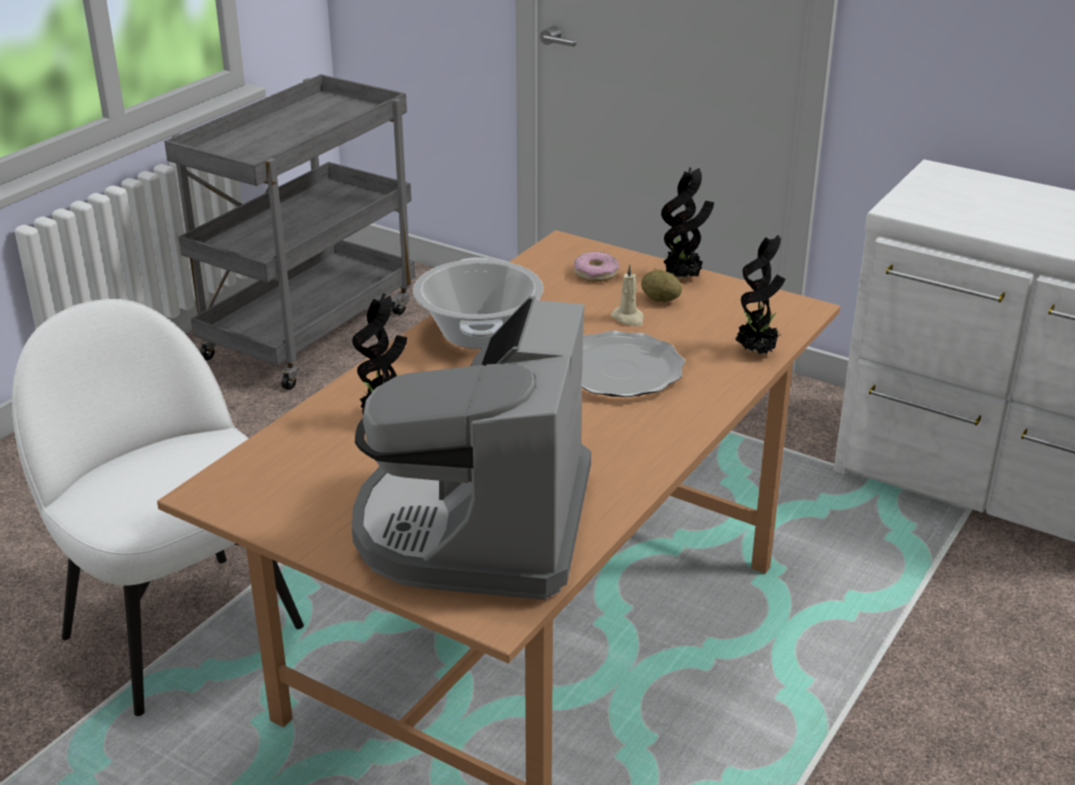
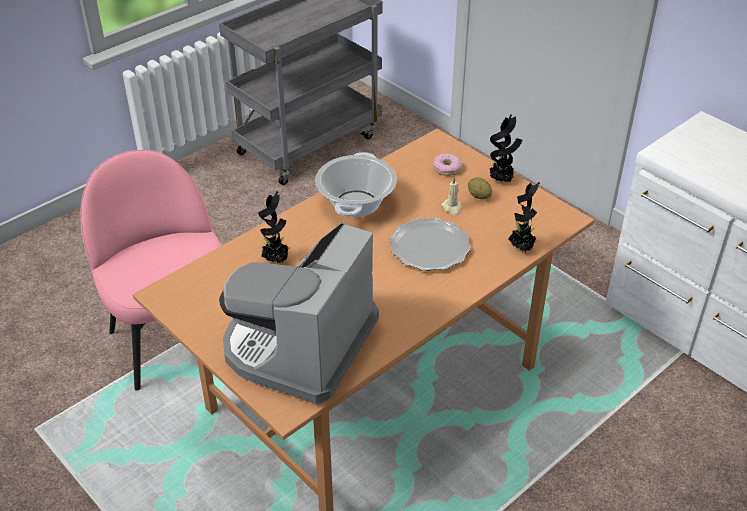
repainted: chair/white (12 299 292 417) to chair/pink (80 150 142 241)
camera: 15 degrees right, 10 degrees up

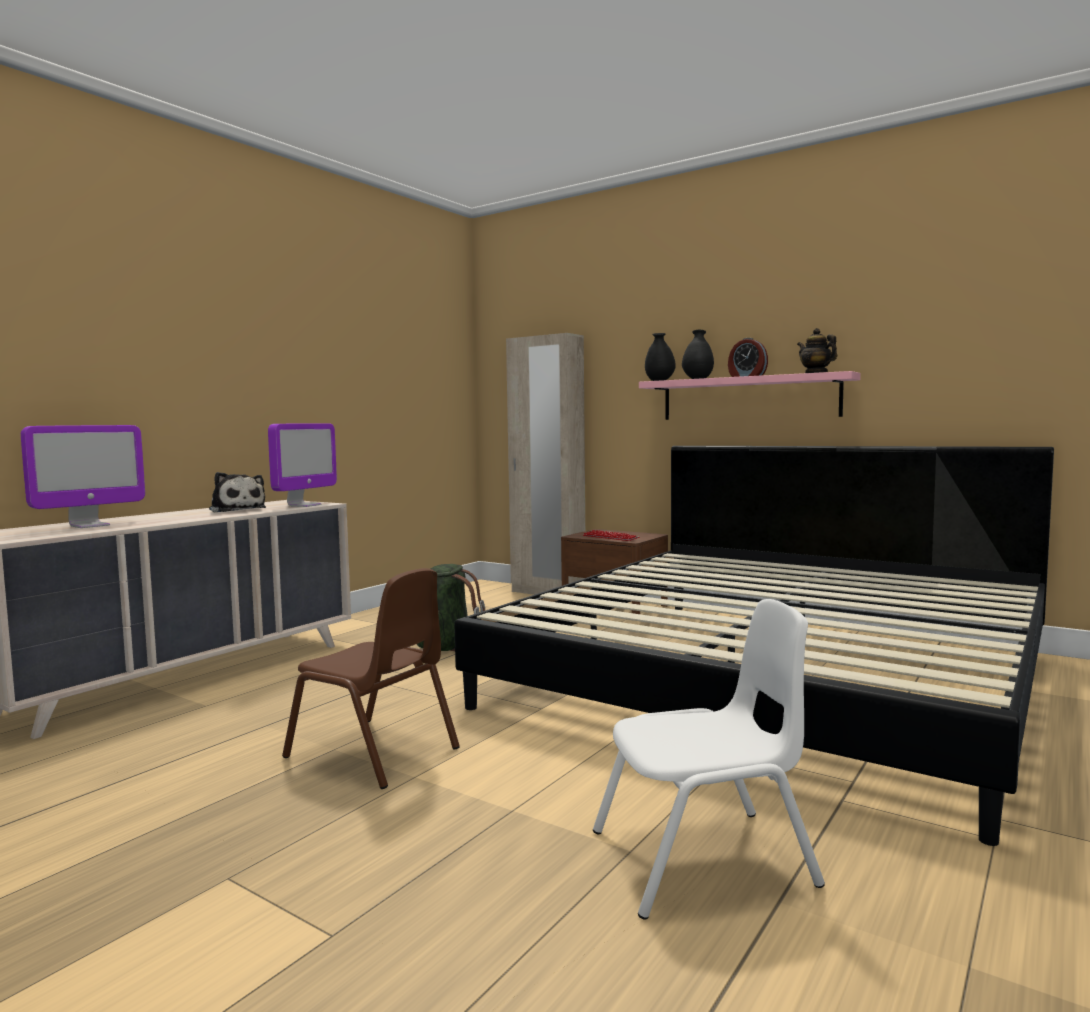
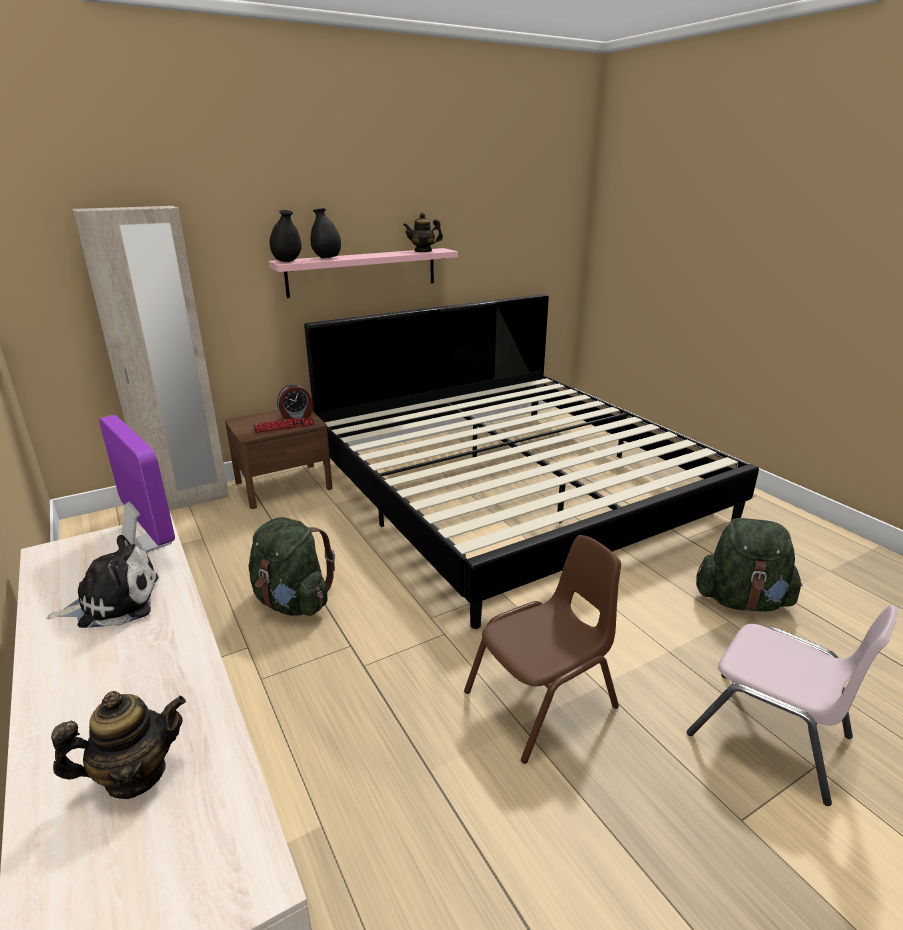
new: chair/pink (687 605 212 201)
shifted: alarm clock (728 338 40 39) to (277 384 36 36)
swapped: monitor (21 425 124 103) to teapot (51 691 135 108); chair/white (593 599 232 321) to backpack/green (696 518 107 94)
camera: 65 degrees left, 20 degrees up

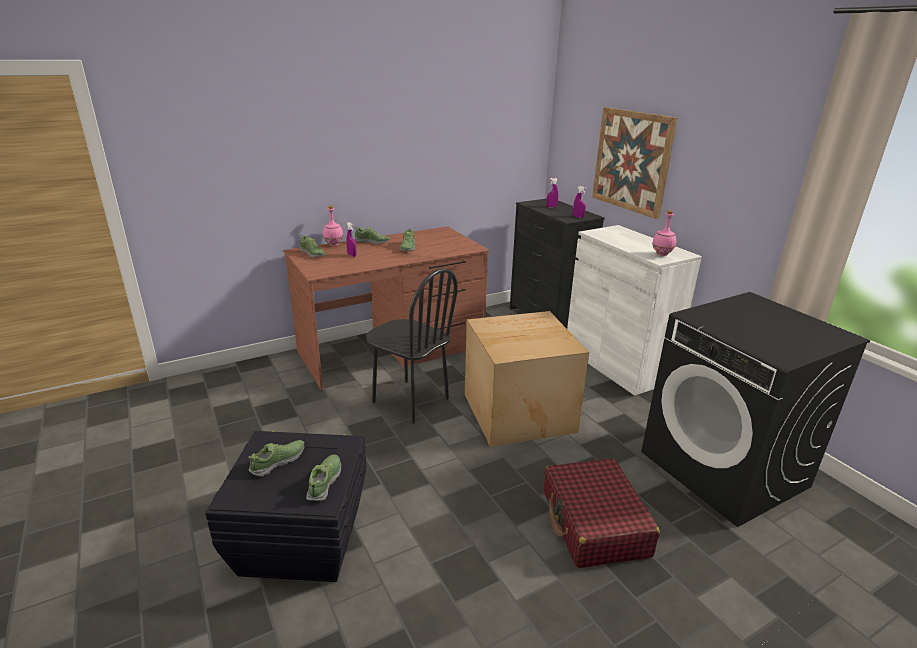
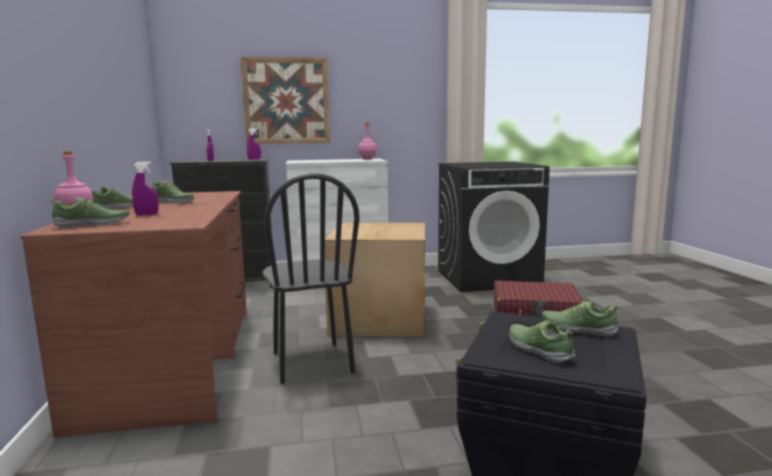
rotated: chair/black (366 268 92 156) = (263 173 97 211) 105 degrees clockwise
camera: 70 degrees left, 15 degrees down

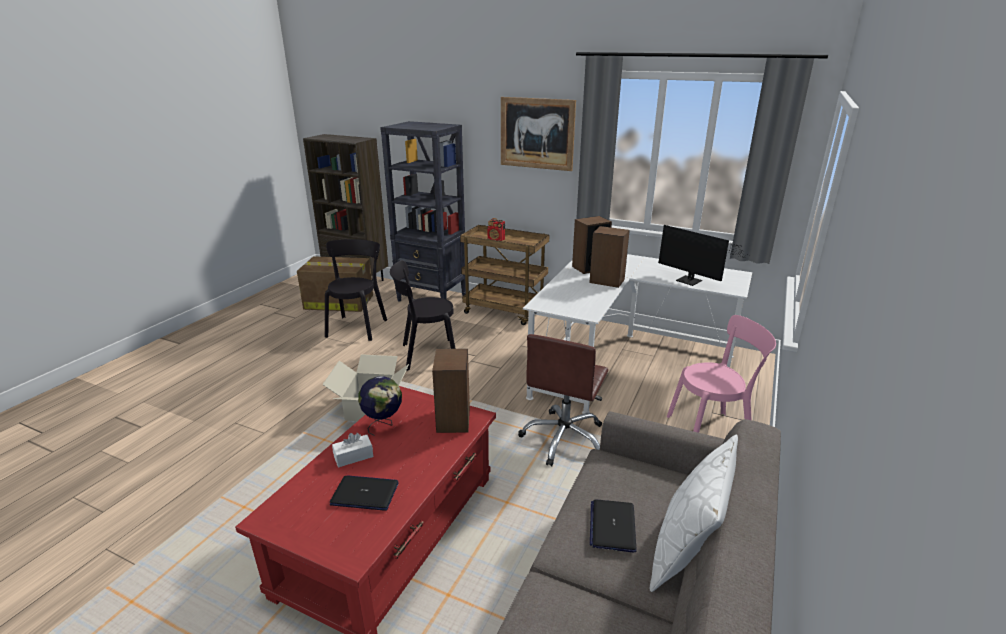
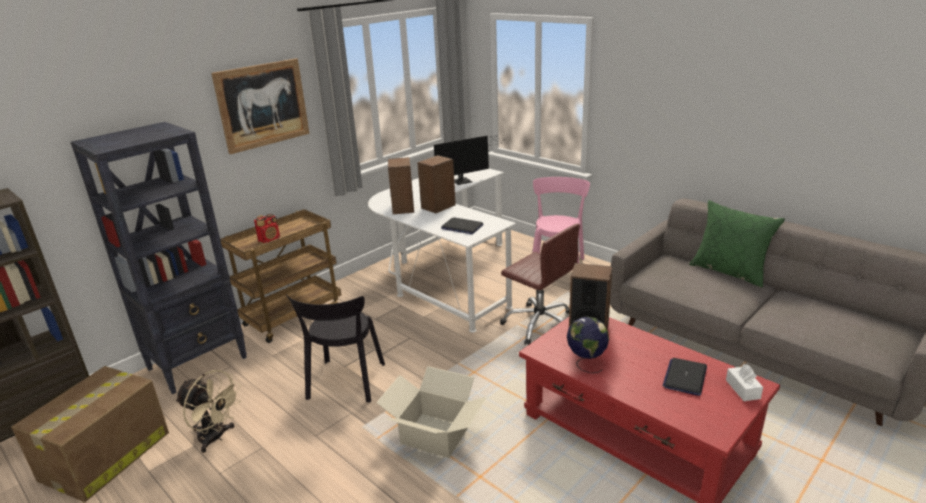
shifted: tissue box/white (332 433 41 34) to (726 364 37 37); laptop (590 499 47 53) to (441 217 43 17)
swapped: chair/black (325 239 62 102) to fan/beige (175 370 66 83)
repainted: pillow/white (650 435 88 157) to pillow/green (689 200 96 88)
camera: 70 degrees left, 0 degrees up

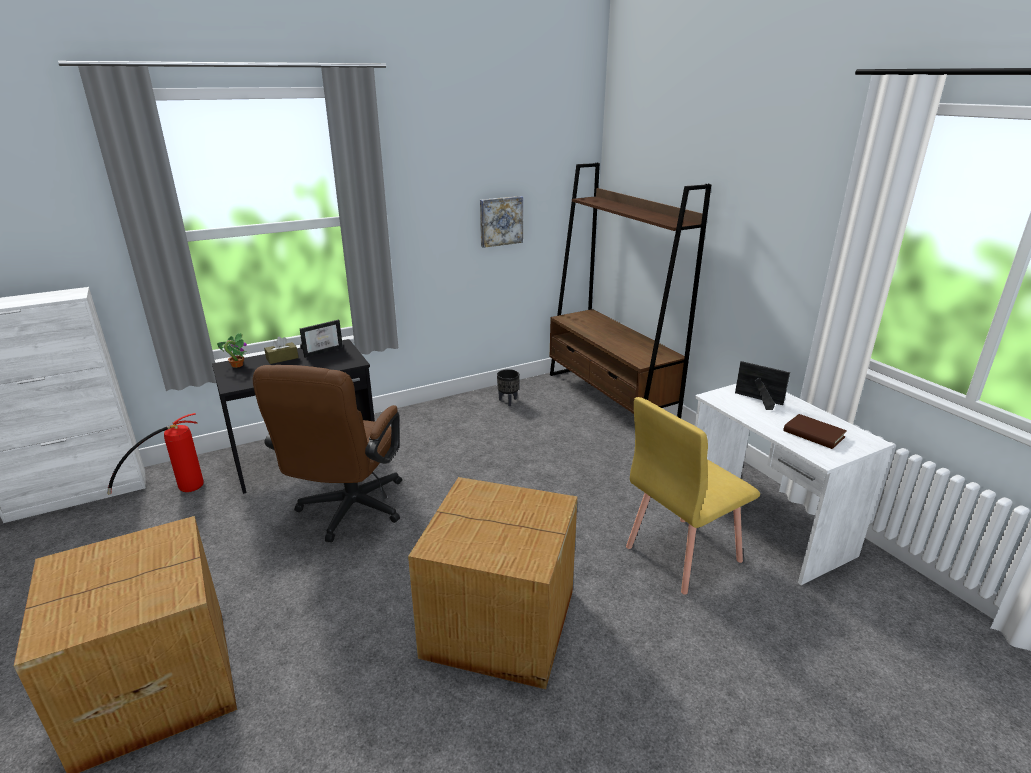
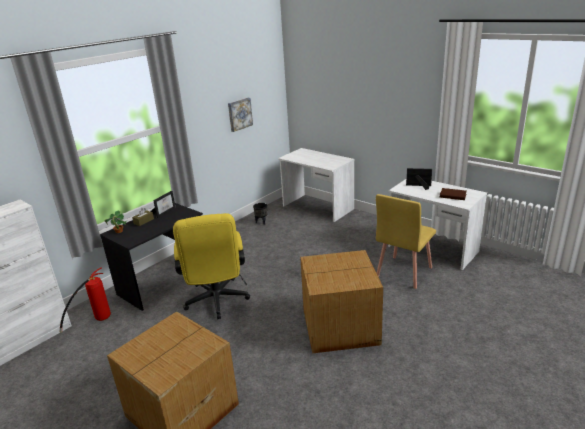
swapped: bookcase/brown (549 163 162 255) to desk/white (278 148 76 74)
repainted: office chair/brown (253 365 149 177) to office chair/yellow (173 213 77 106)
camera: 20 degrees left, 0 degrees up

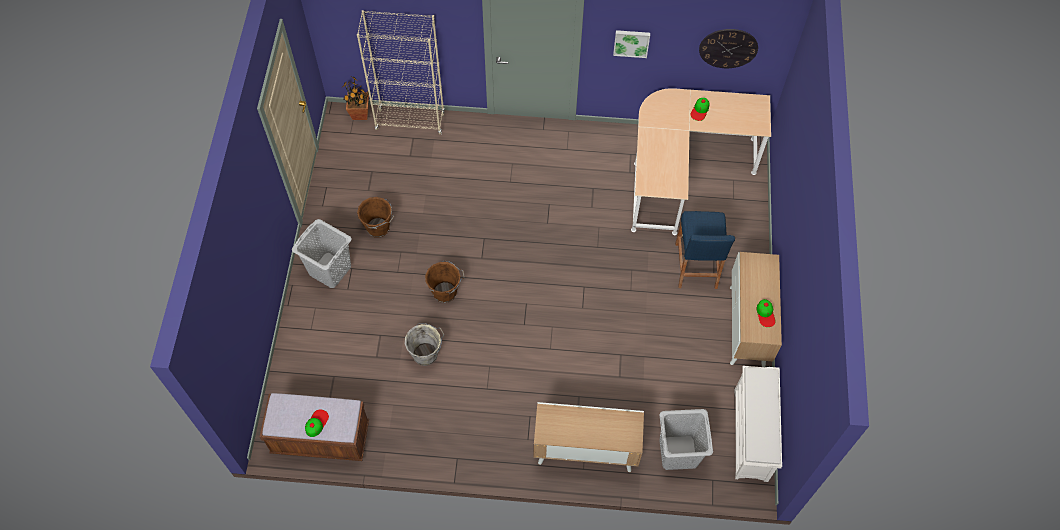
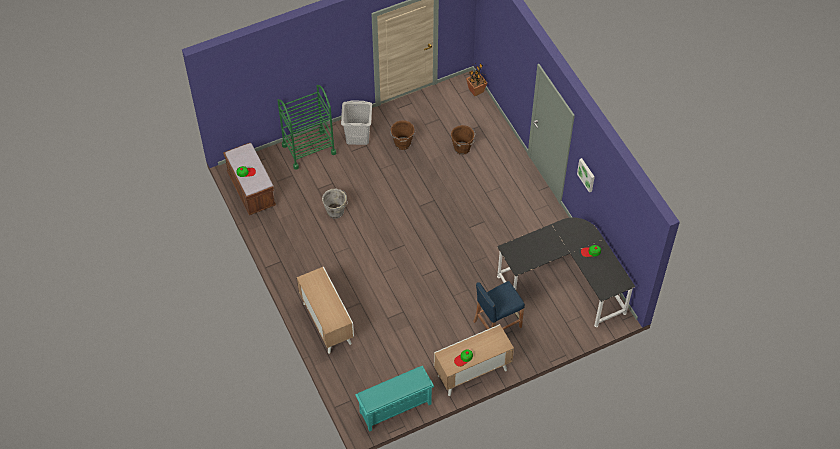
gone: bookcase/beige (357 10 88 125); laundry basket/grey (659 409 54 61); wall clock (699 29 59 39)
new: cart/green (277 85 59 85)
shifted: bucket/brown (425 260 40 43) to (451 125 24 30)
repainted: desk/beige (631 88 140 147) to desk/black (497 218 139 109); shoe rack/white (734 366 48 116) to shoe rack/turquoise (355 366 79 66)
camera: 60 degrees right, 5 degrees down

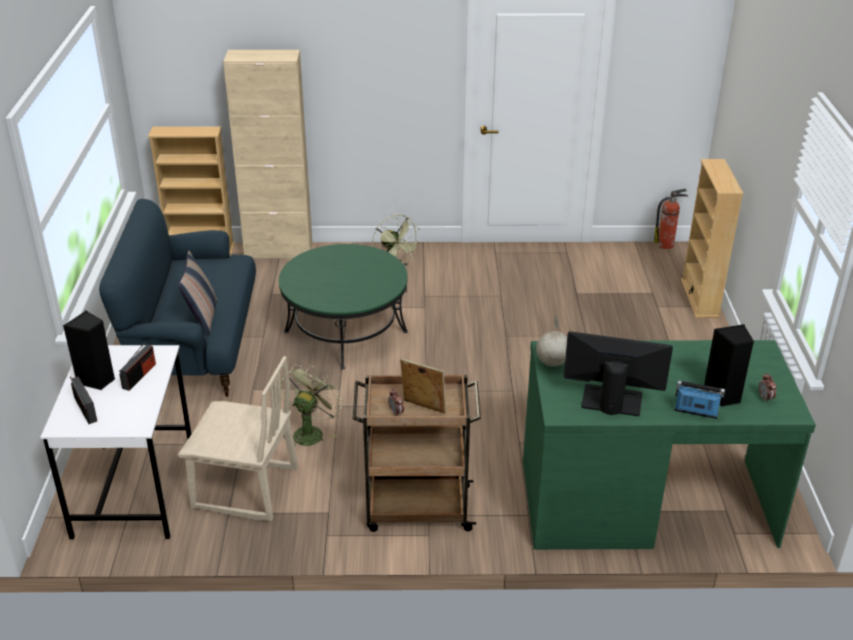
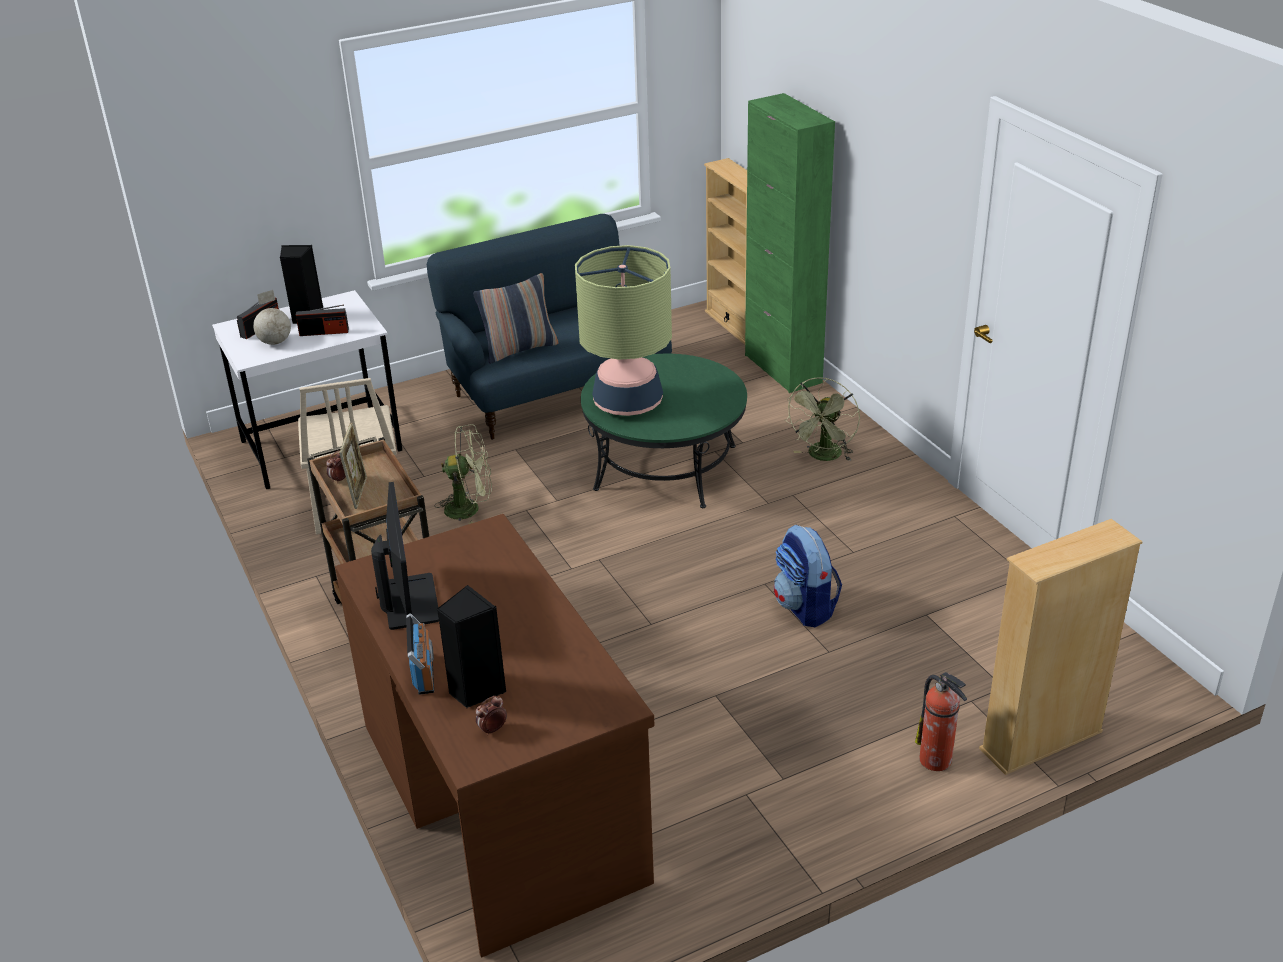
new: table lamp (575 245 97 171); backpack (774 525 68 102)
shifted: globe (536 315 31 52) to (253 290 38 55); fire extinguisher (654 189 34 60) to (915 672 52 99)
repainted: cabinet/beige (223 50 89 208) to cabinet/green (745 93 90 300); desk/green (523 340 293 210) to desk/brown (335 514 320 443)
camera: 65 degrees right, 0 degrees up

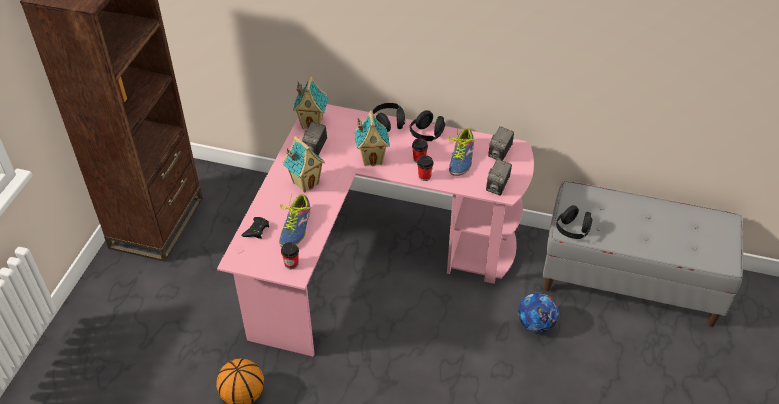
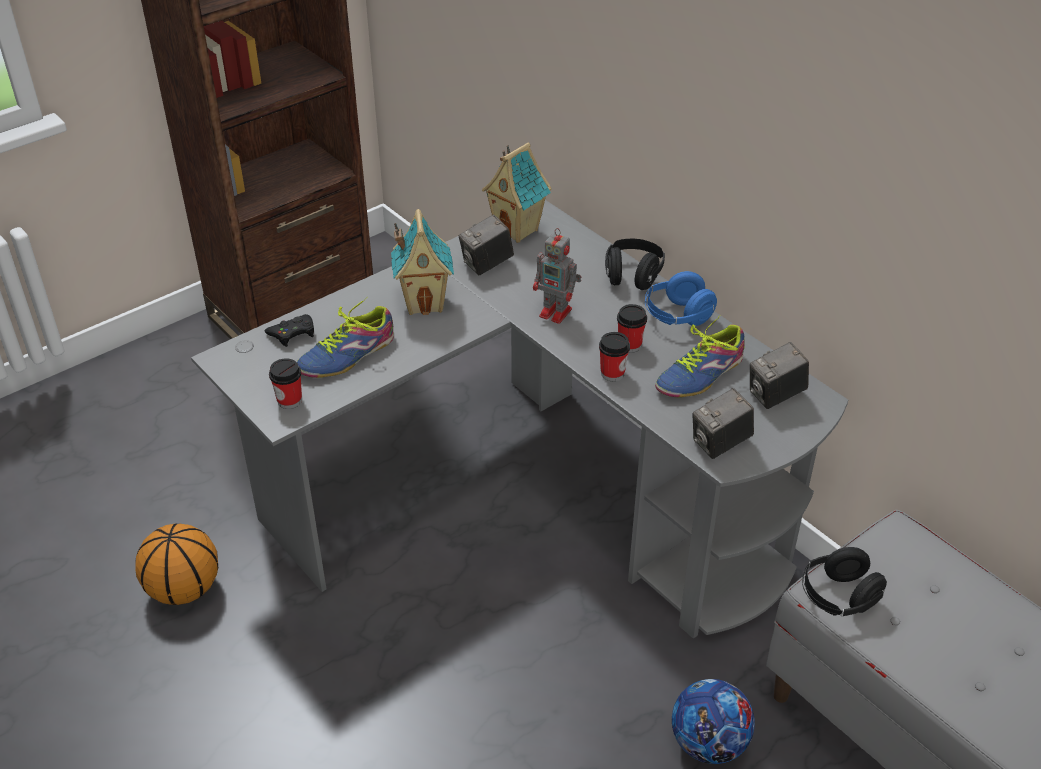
swapped: toy house (355 110 35 56) to toy robot (533 228 48 96)
repainted: desk/pink (217 104 317 253) to desk/grey (191 200 657 439); headphones/black (410 110 35 31) to headphones/blue (645 271 72 55)
camera: 35 degrees right, 5 degrees down

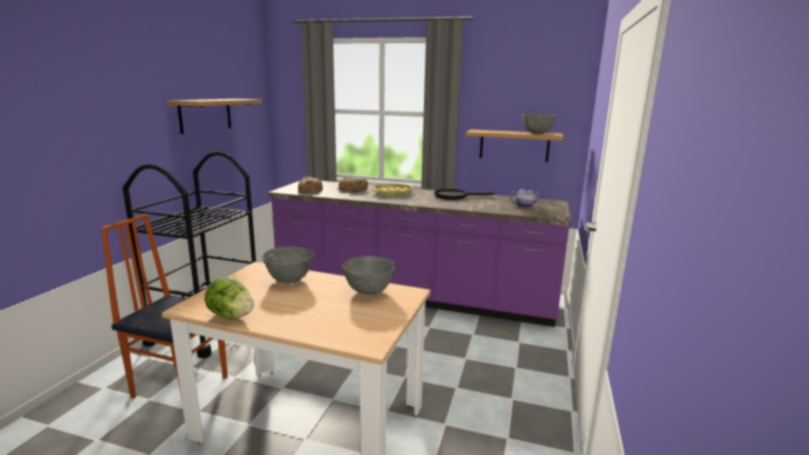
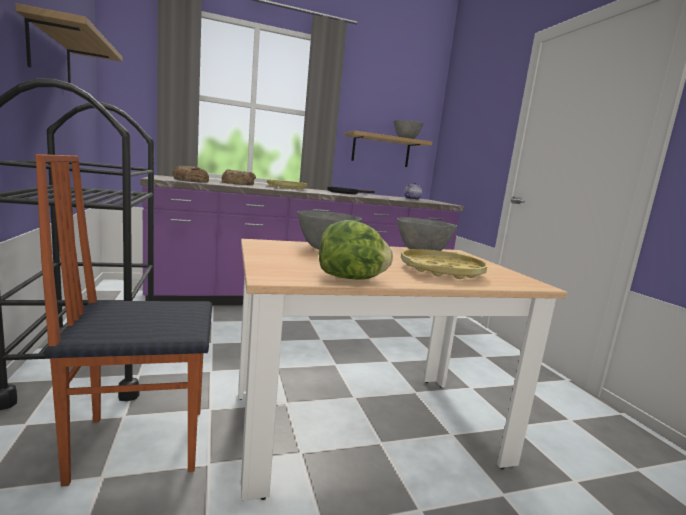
new: tray/yellow (401 249 87 30)
camera: 35 degrees left, 5 degrees down

